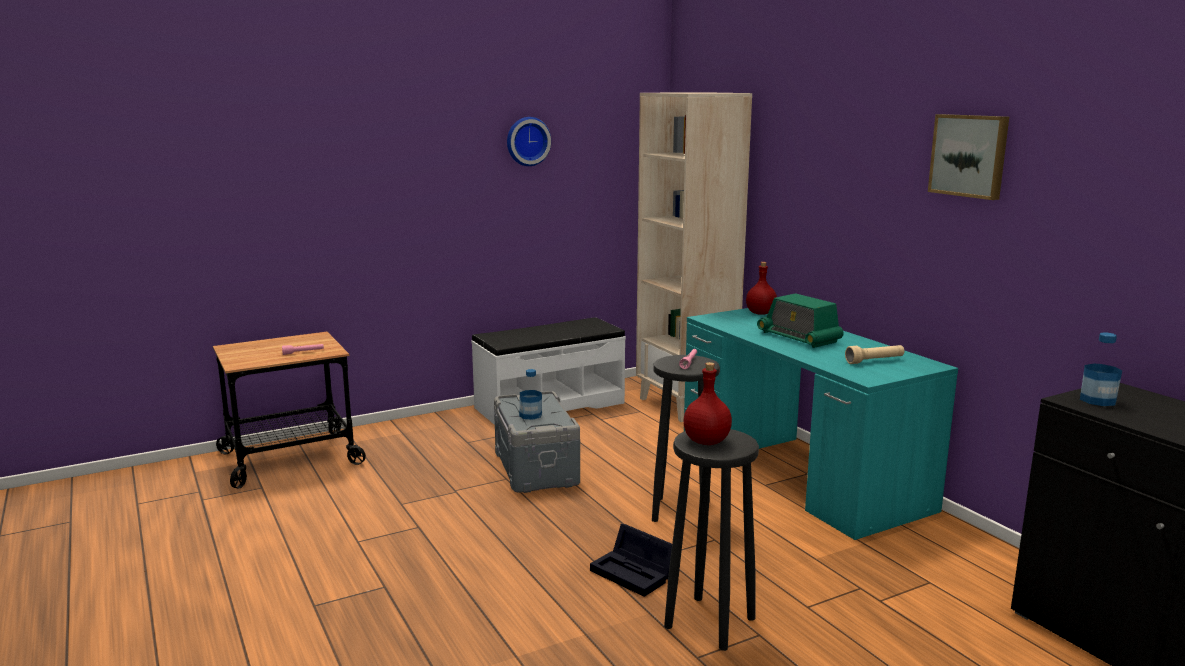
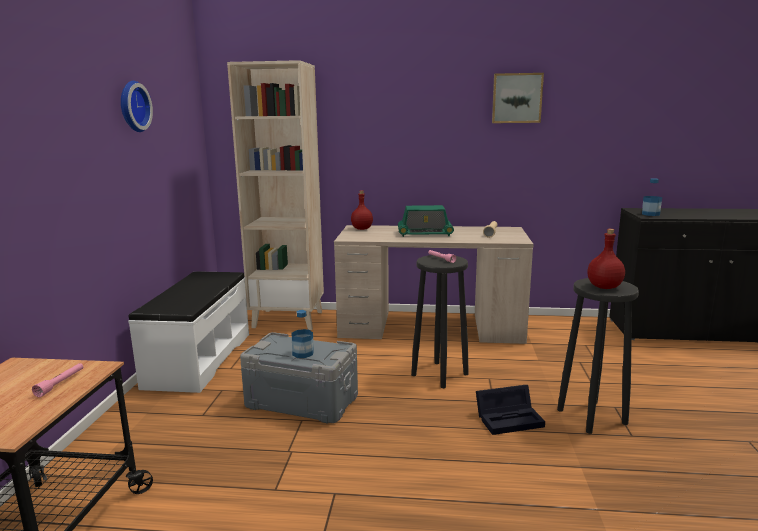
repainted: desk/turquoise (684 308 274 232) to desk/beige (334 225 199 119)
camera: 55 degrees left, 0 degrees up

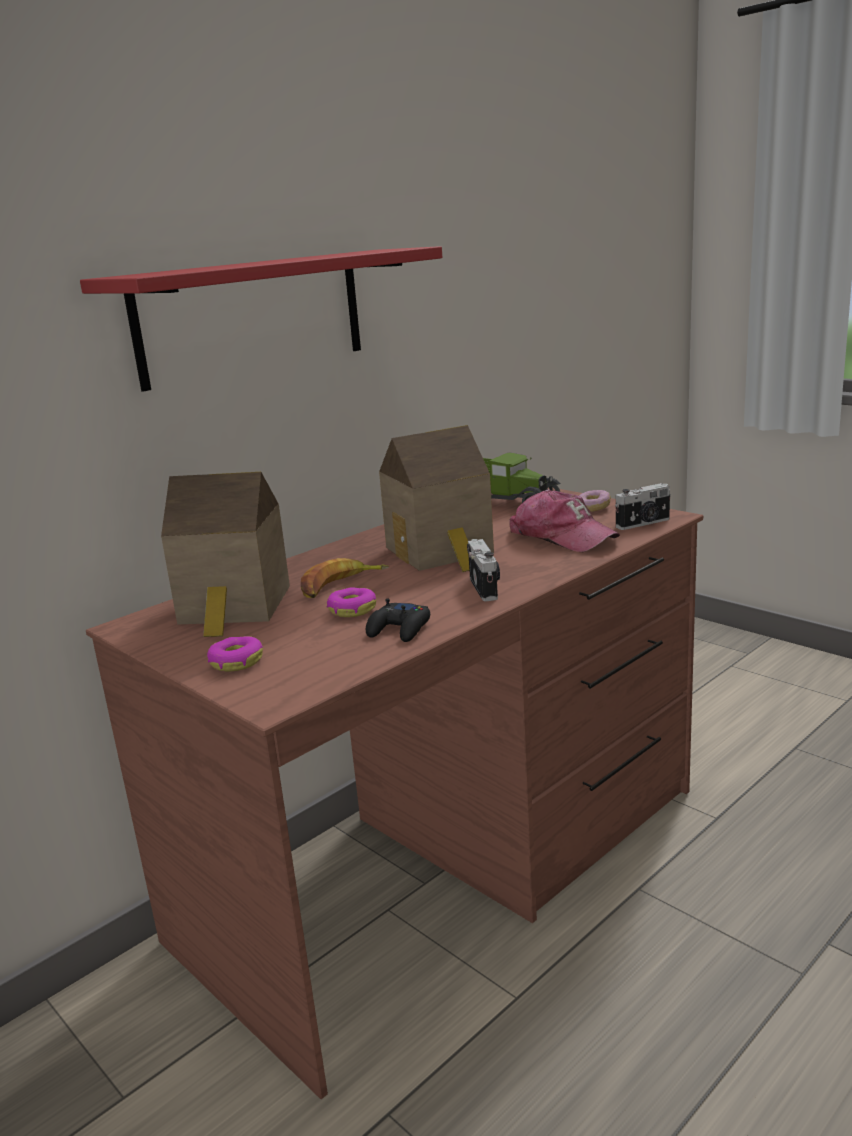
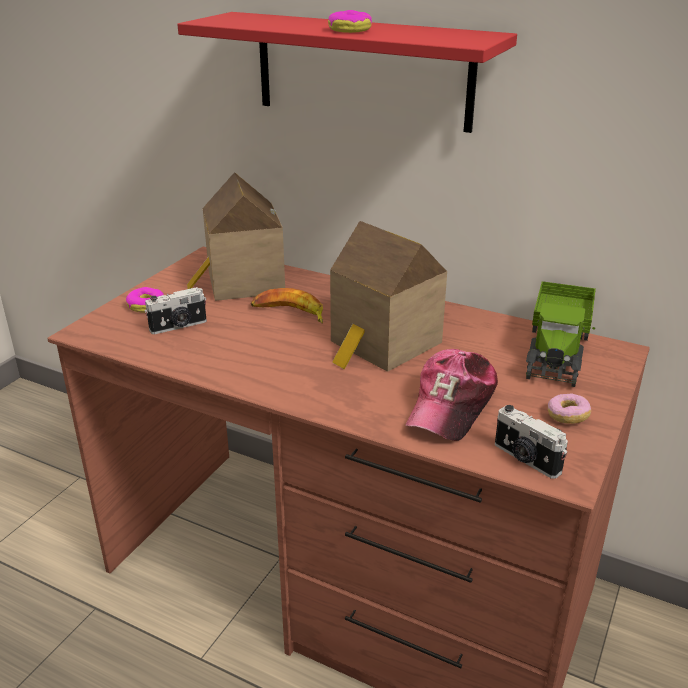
gone: game controller/black (366 599 64 43)
shifted: donut (327 587 49 30) to (328 10 44 23); photo camera (467 539 33 62) to (145 287 62 47)
camera: 70 degrees right, 10 degrees up

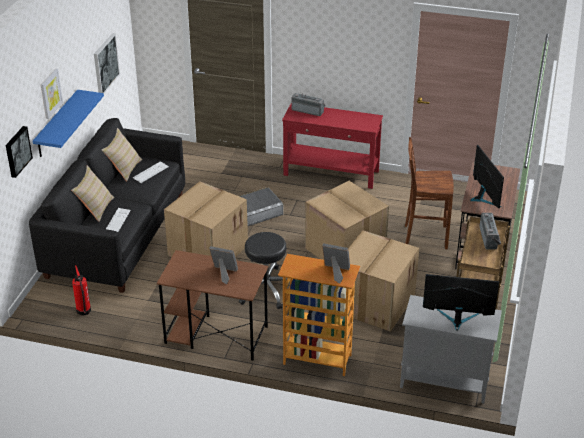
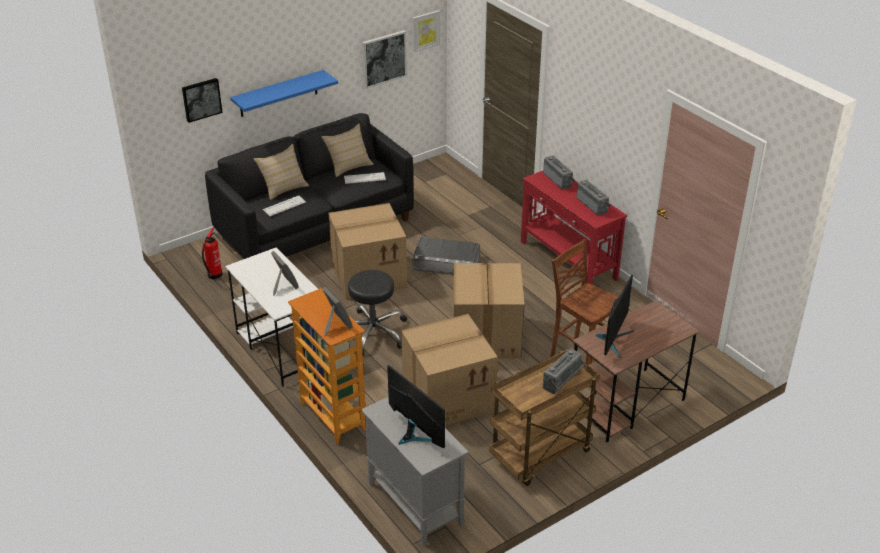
new: radio (576 180 35 35)
shifted: picture (41 69 22 50) to (413 10 27 42)
repainted: desk/brown (157 250 111 111) to desk/white (225 248 93 139)
camera: 40 degrees right, 0 degrees up

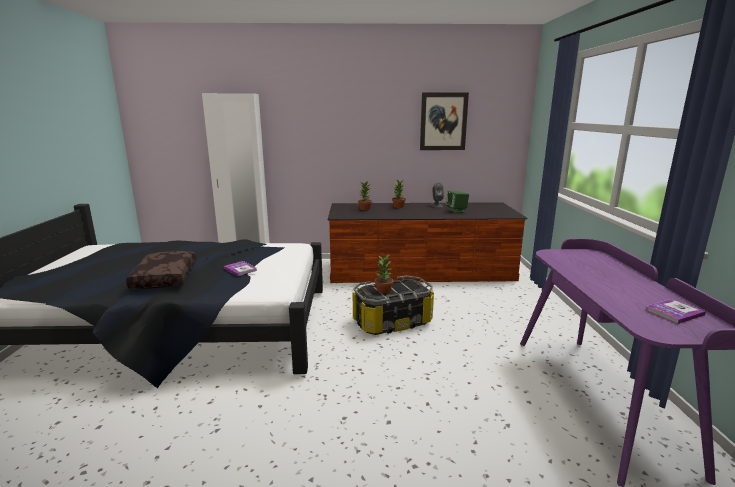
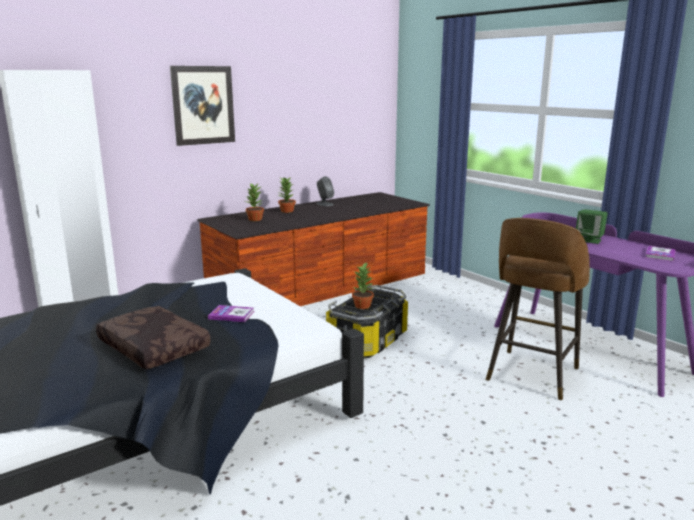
new: stool/brown (486 218 104 182)
shifted: picture (420 92 49 58) to (170 66 65 80); speaker/green (446 191 23 22) to (576 209 31 35)
camera: 35 degrees left, 0 degrees up

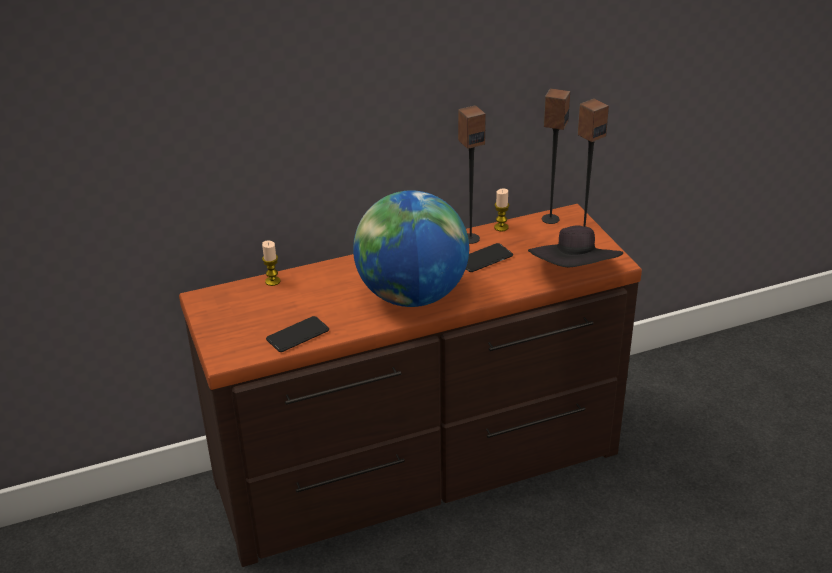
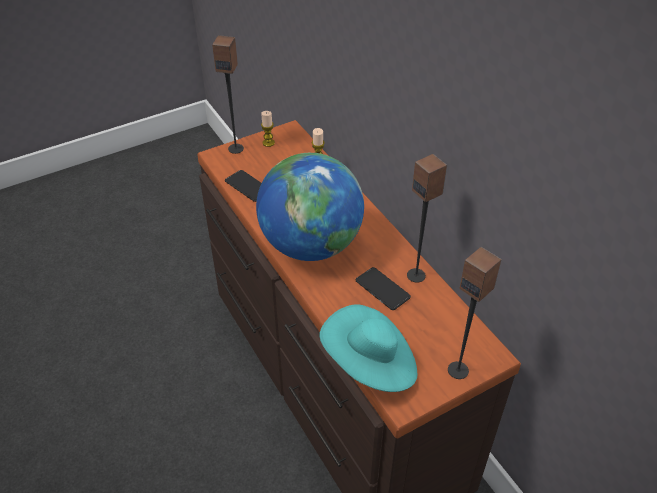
shifted: candle (494 189 15 42) to (261 111 14 36); speaker (542 88 28 136) to (212 35 32 119)
repainted: hat/black (528 225 95 43) to hat/turquoise (319 304 98 88)
camera: 80 degrees right, 10 degrees up

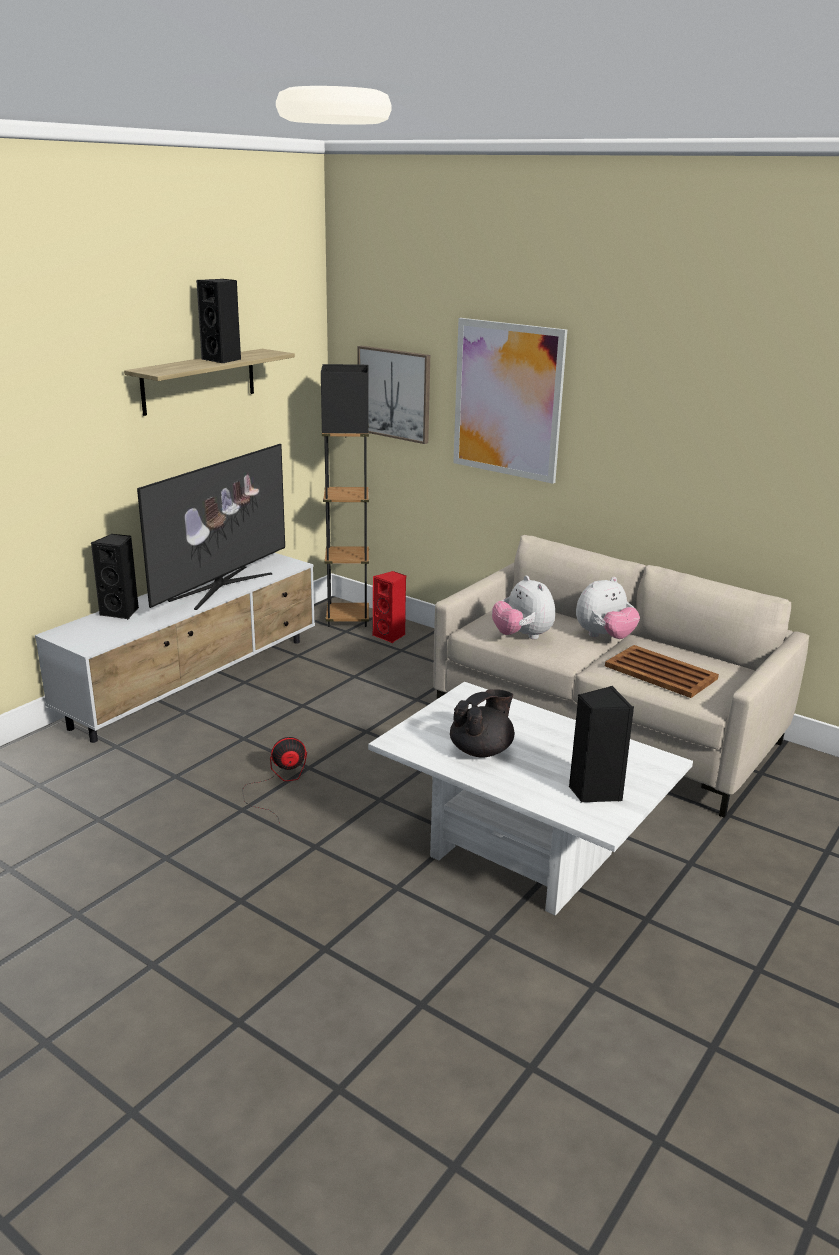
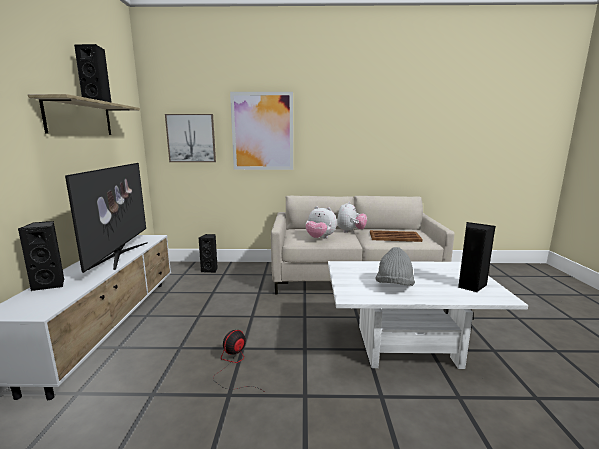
gone: floor lamp/black (321 364 48 263)
swapped: teapot/black (450 689 64 68) to hat/grey (376 247 39 39)
repainted: speaker/red (373 571 33 73) to speaker/black (199 234 19 39)
camera: 35 degrees left, 10 degrees down

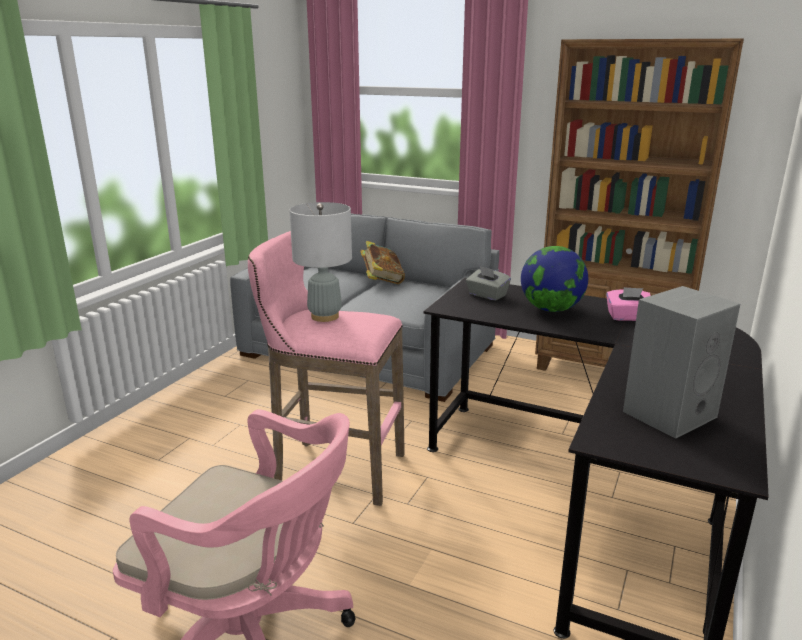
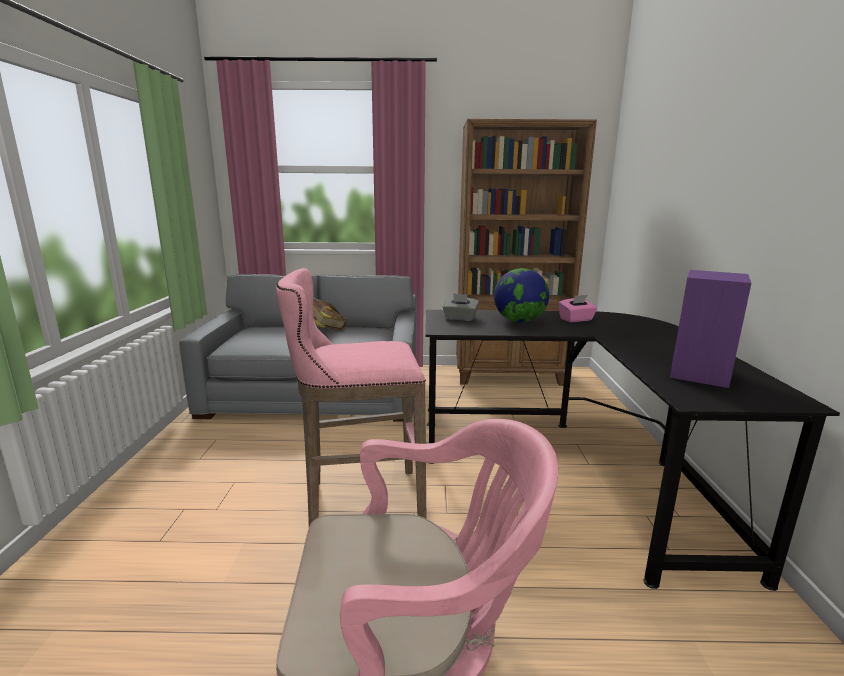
gone: table lamp/grey (289 202 63 120)
repainted: speaker/grey (623 286 117 153) to speaker/purple (670 270 81 118)
camera: 25 degrees left, 5 degrees down

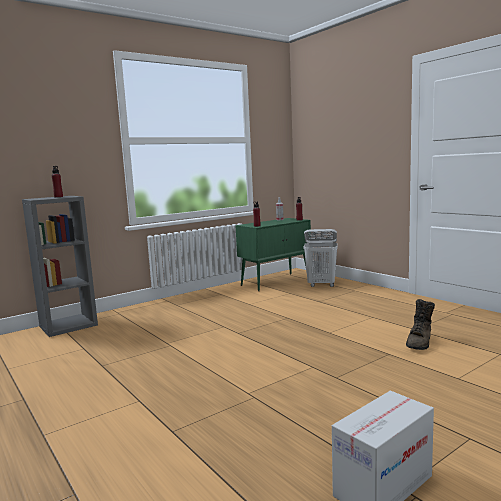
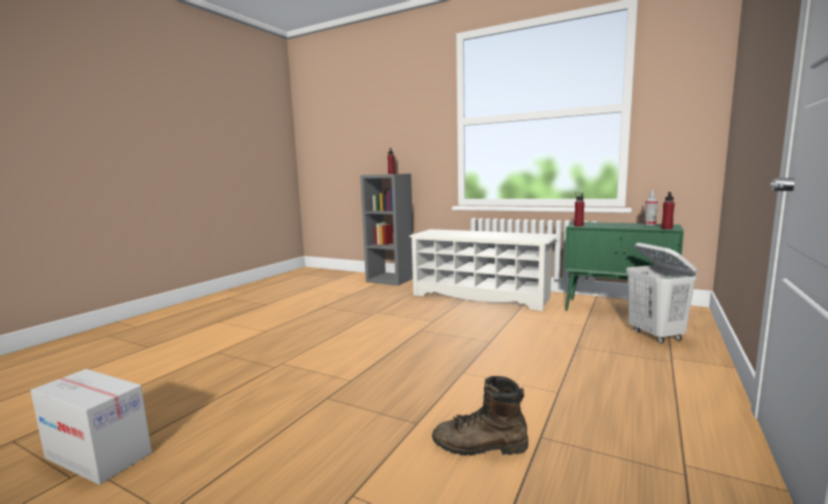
new: shoe rack/white (409 229 149 82)
camera: 65 degrees right, 0 degrees up

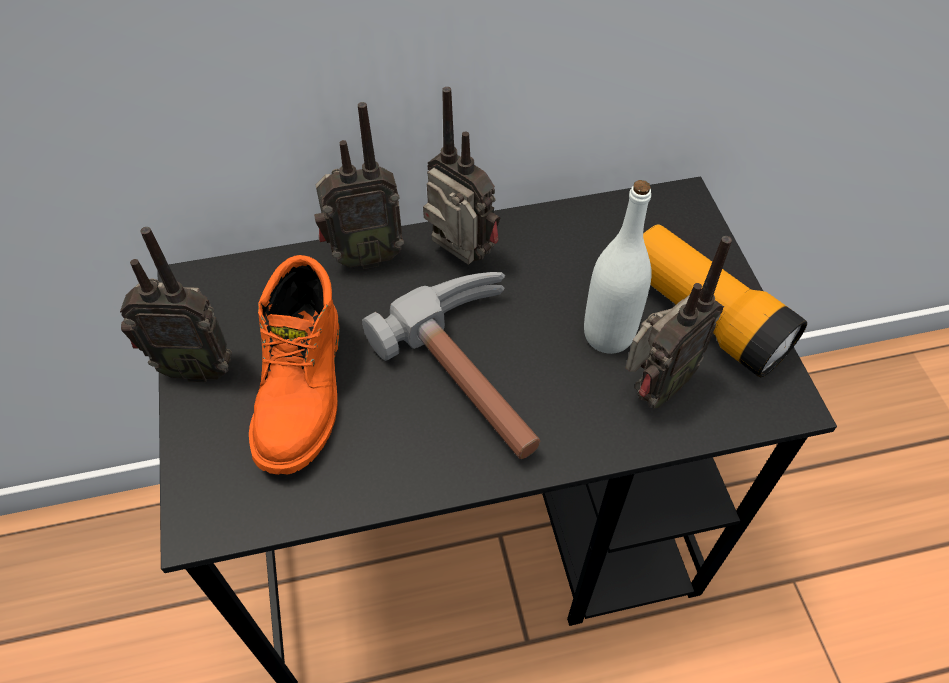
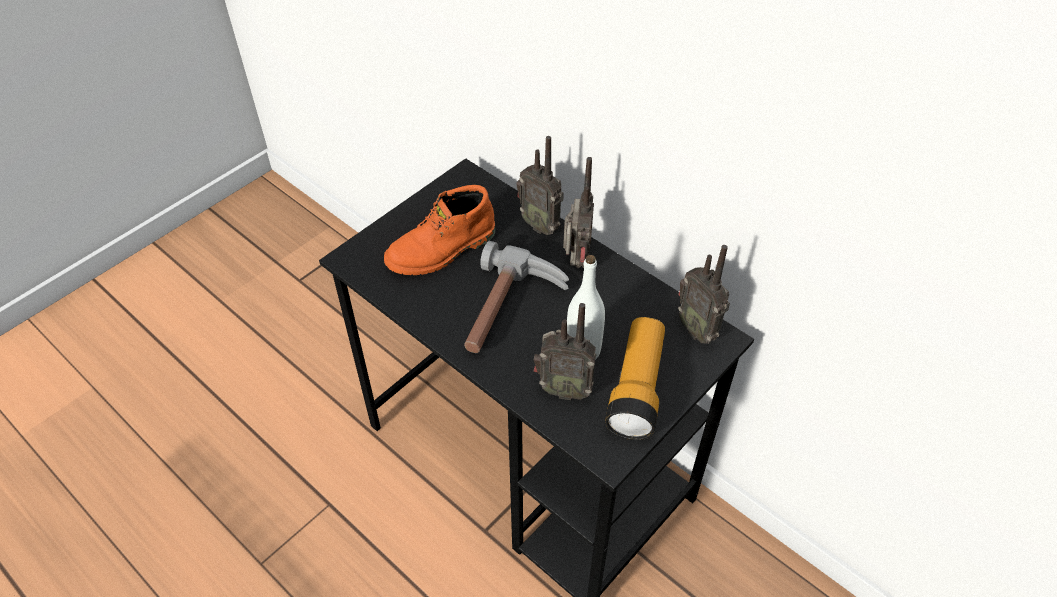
shifted: radio (120 227 112 155) to (678 245 52 99)
camera: 55 degrees right, 5 degrees down

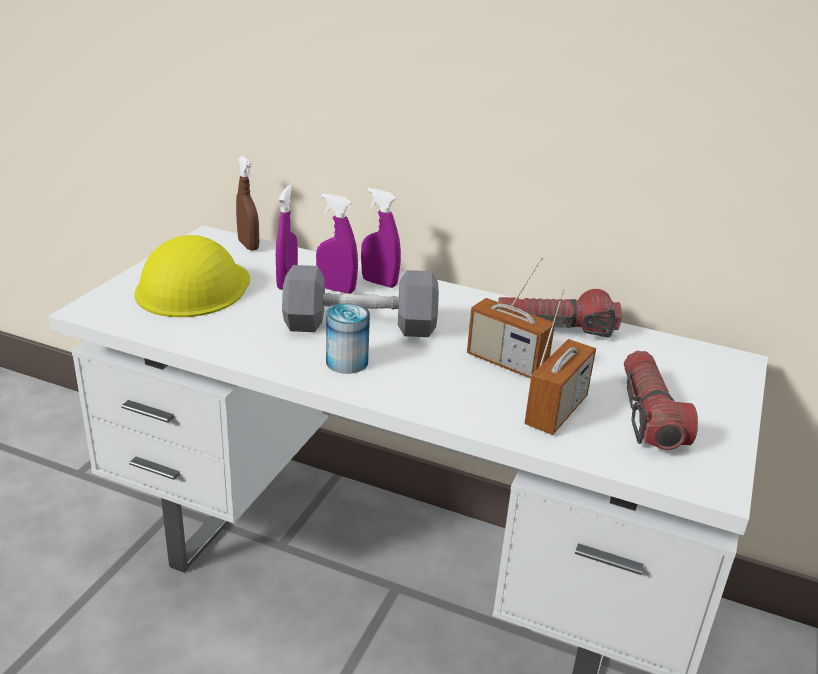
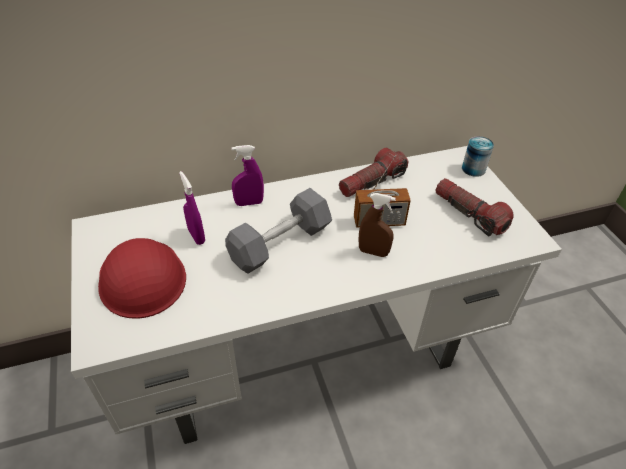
gone: spray bottle/purple (316 193 42 101); radio (524 290 72 145)
shifted: spray bottle/brown (236 156 23 95) to (358 193 38 64); can (326 303 44 71) to (462 136 32 41)
repainted: hard hat/yellow (135 235 115 82) to hard hat/red (98 238 88 81)
camera: 40 degrees left, 15 degrees up

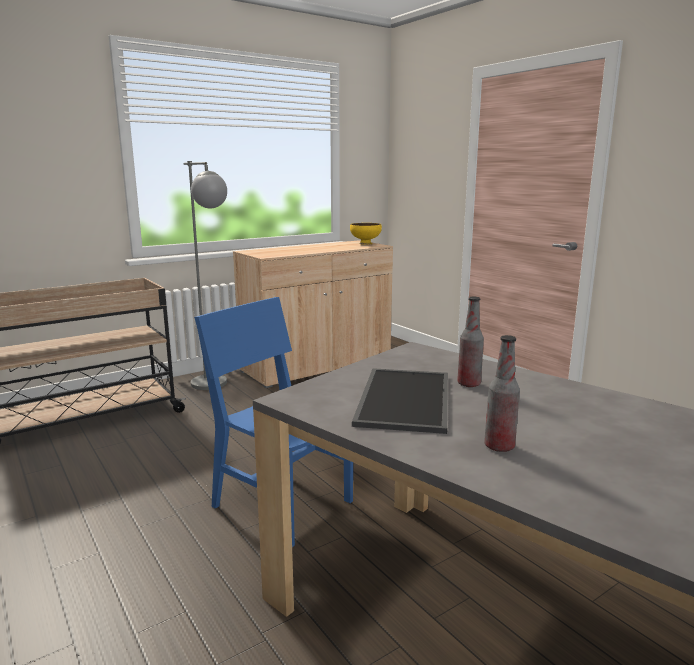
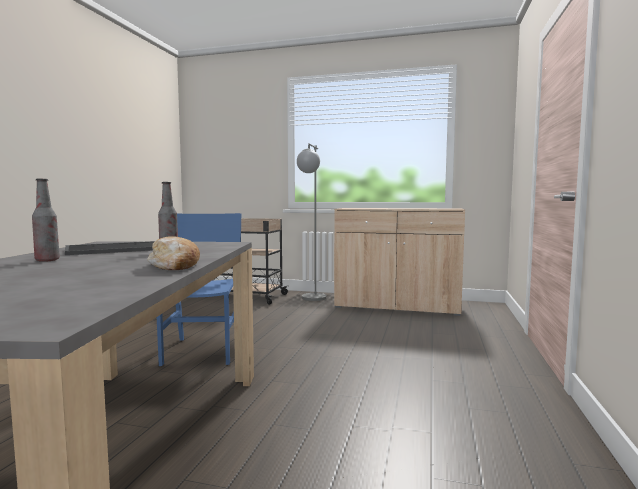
gone: bowl/yellow (350 223 32 22)
new: bread (147 236 53 34)
camera: 50 degrees right, 10 degrees down

